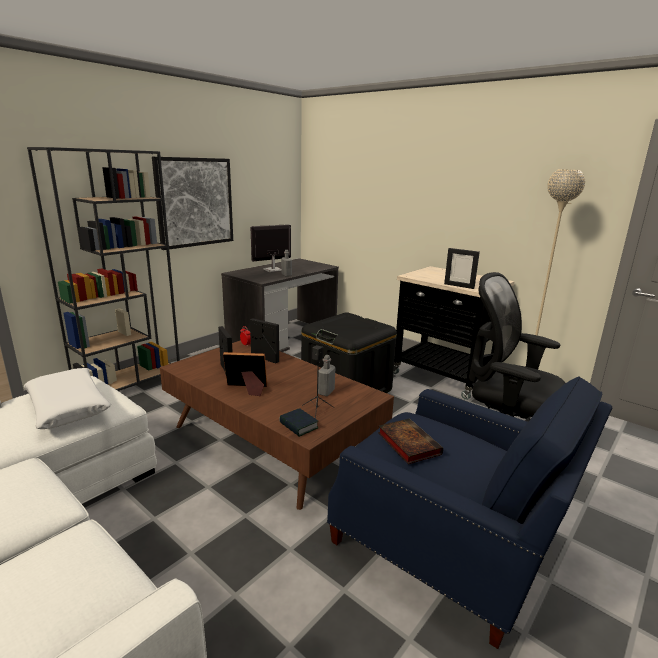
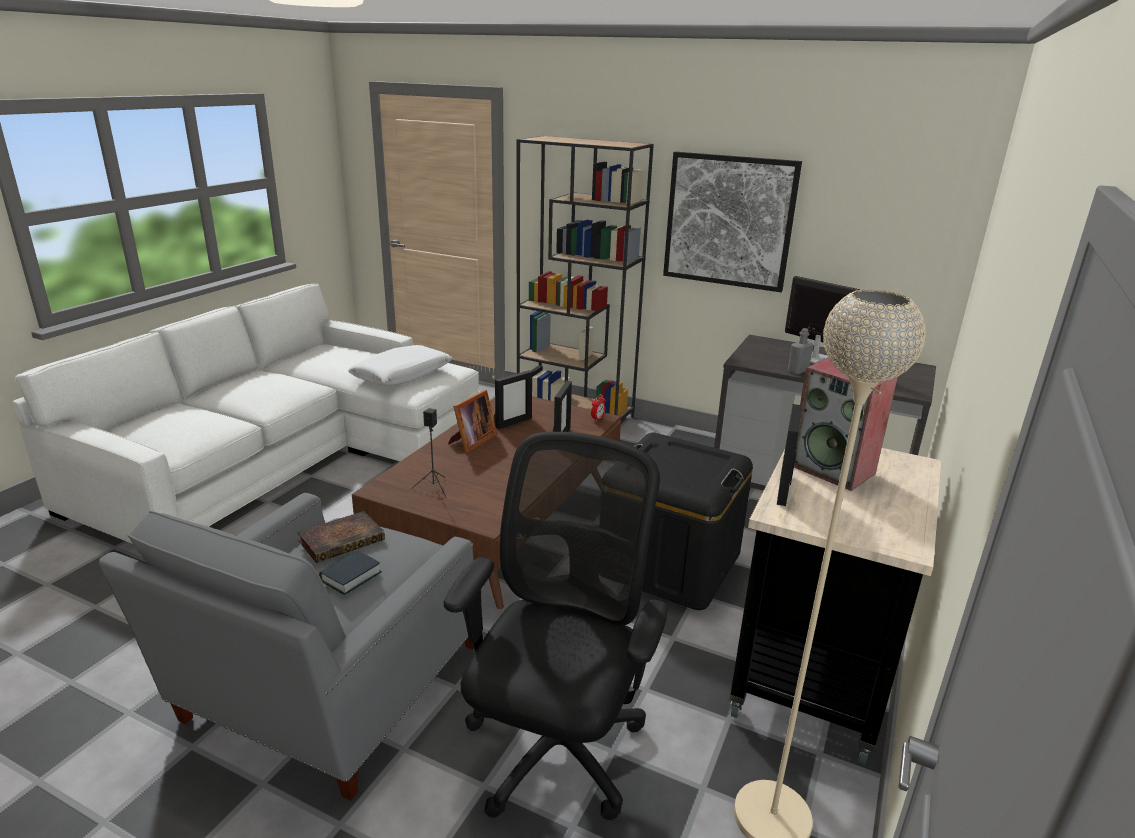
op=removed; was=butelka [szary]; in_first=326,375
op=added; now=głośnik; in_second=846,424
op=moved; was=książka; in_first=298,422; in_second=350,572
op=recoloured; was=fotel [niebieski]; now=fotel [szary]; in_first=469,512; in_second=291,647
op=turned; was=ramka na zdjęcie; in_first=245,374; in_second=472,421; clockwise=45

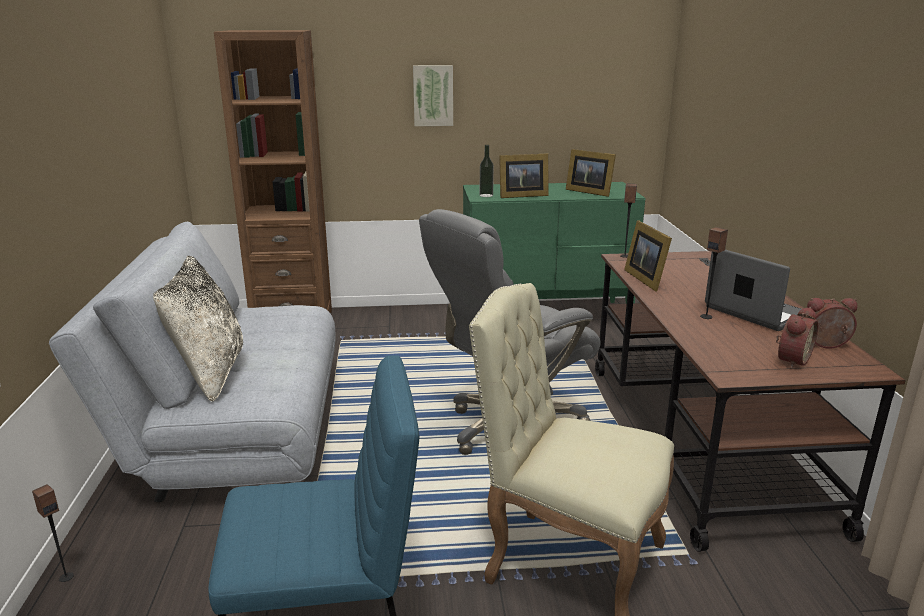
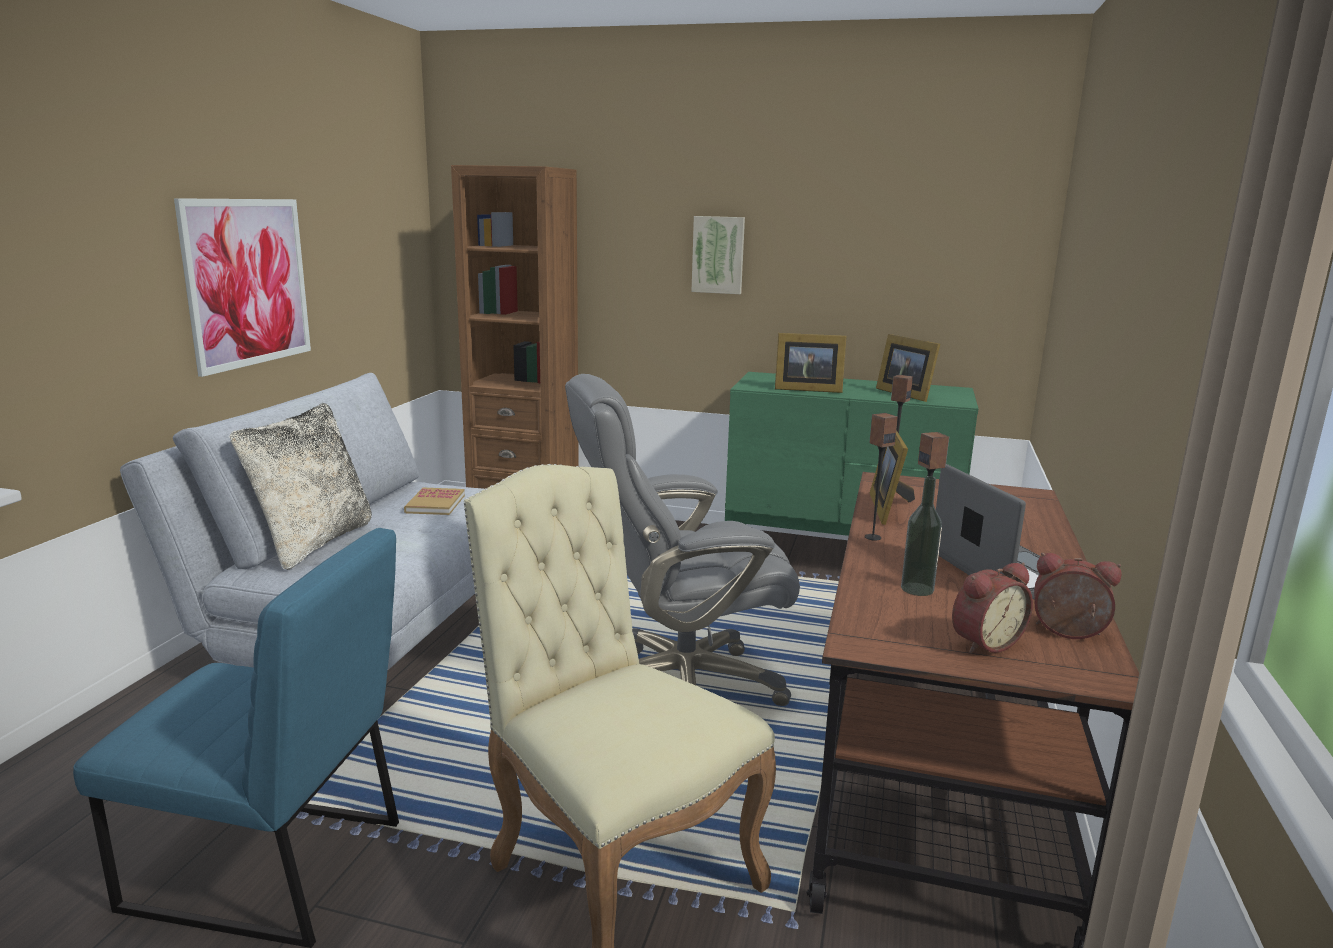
op=added; now=obraz; in_second=242,287
op=added; now=książka; in_second=434,501
op=moved; was=głośnik; in_first=53,533; in_second=881,477
op=moved; was=butelka; in_first=486,171; in_second=921,536

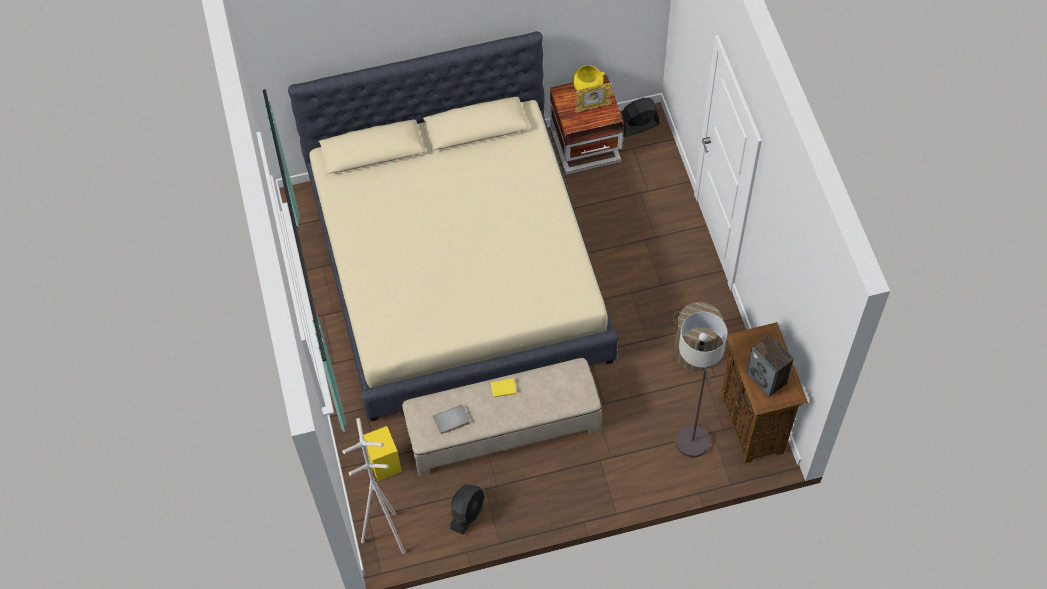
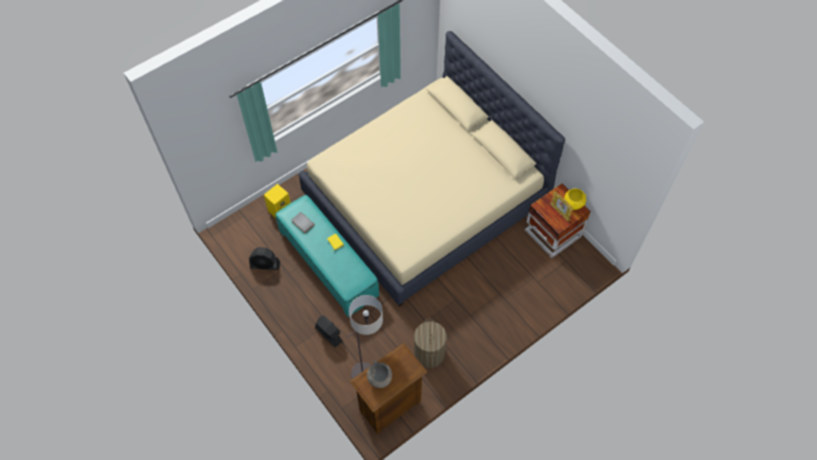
op=removed; was=wieszak [szary]; in_first=373,486
op=moved; was=wentylator [czarny]; in_first=640,117; in_second=328,331
op=replaced; was=głośnik; now=miska [szary]; in_first=770,366; in_second=379,374
op=recoloured; was=ławka [beżowy]; now=ławka [turkusowy]; in_first=502,417; in_second=327,256

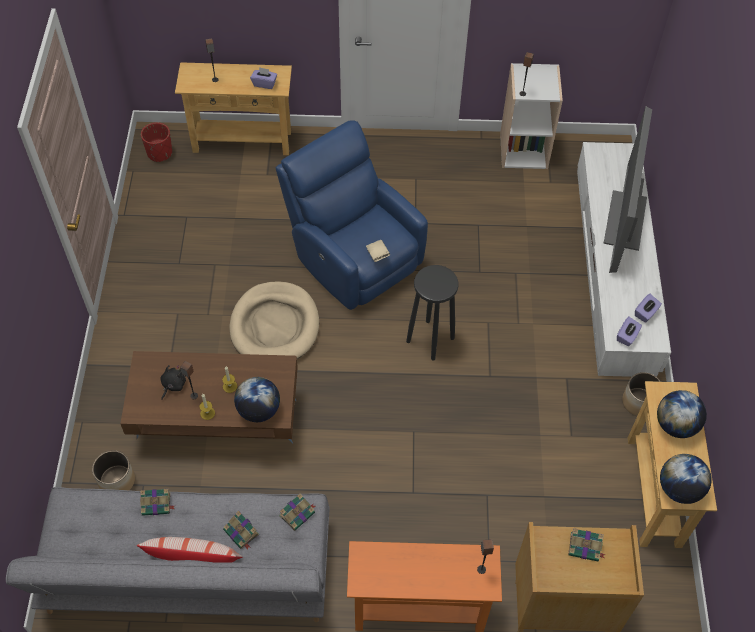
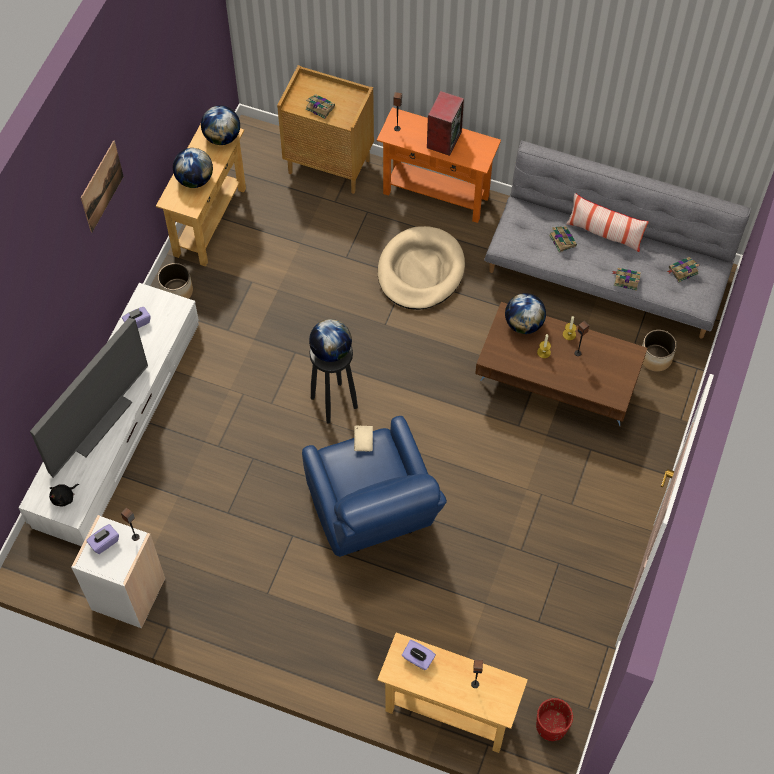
op=added; now=obraz; in_second=102,186
op=added; now=globus; in_second=330,340
op=added; now=głośnik; in_second=445,123
op=moved; was=pluszak [czarny]; in_first=173,382; in_second=64,495
op=moved; was=legowisko [beżowy]; in_first=274,320; in_second=421,268
op=moved; was=książka; in_first=297,511; in_second=683,269
op=moved; was=pudełko chusteczek [fioletowy]; in_first=629,331; in_second=102,539

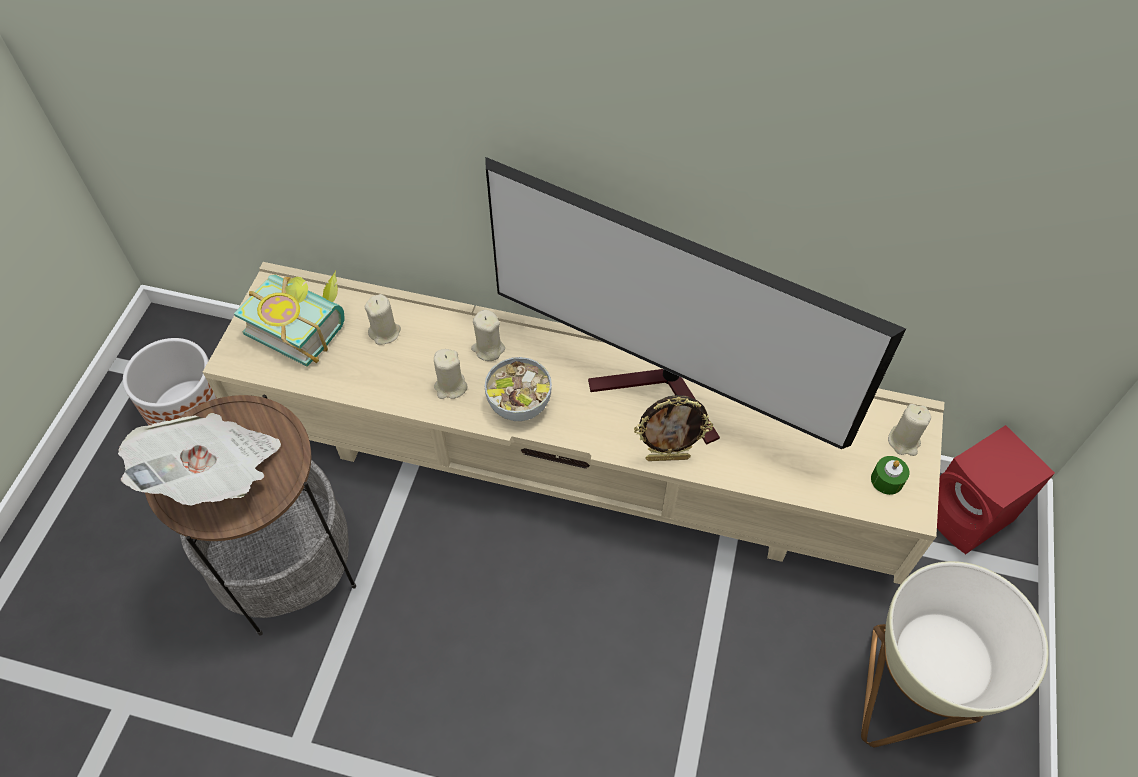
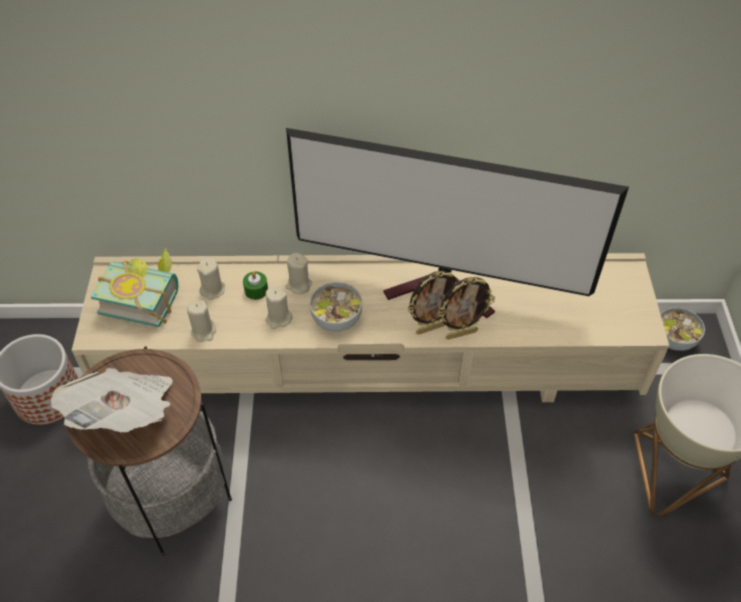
op=added; now=ramka na zdjęcie; in_second=432,303
op=moved; was=świeca [zielony]; in_first=890,475; in_second=255,286
op=moved; was=świeca [beżowy]; in_first=909,430; in_second=201,321
op=replaced; was=głośnik [czerwony]; now=miska; in_first=996,489; in_second=683,329

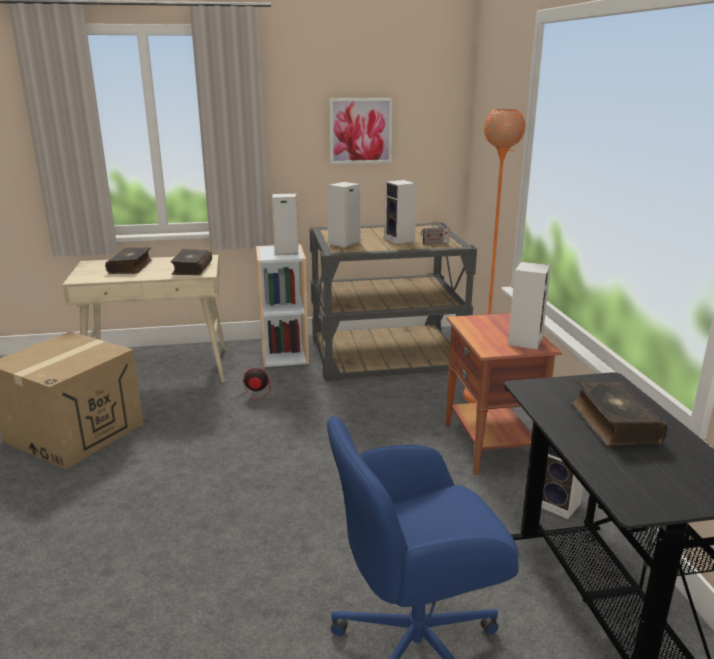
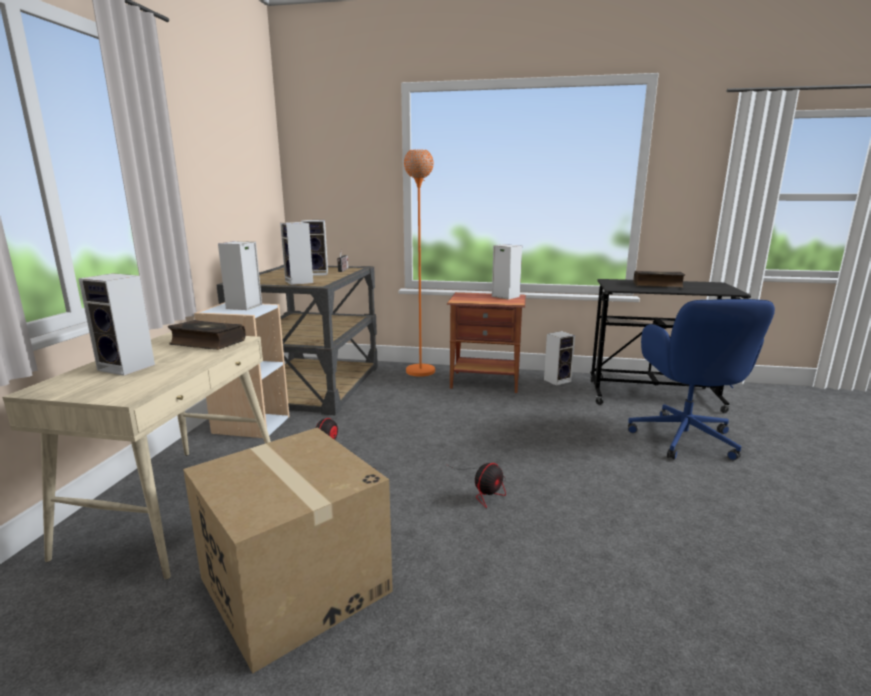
op=removed; was=obraz; in_first=361,131
op=added; now=wentylator; in_second=476,485
op=replaced; was=książka; now=głośnik; in_first=128,260; in_second=116,324

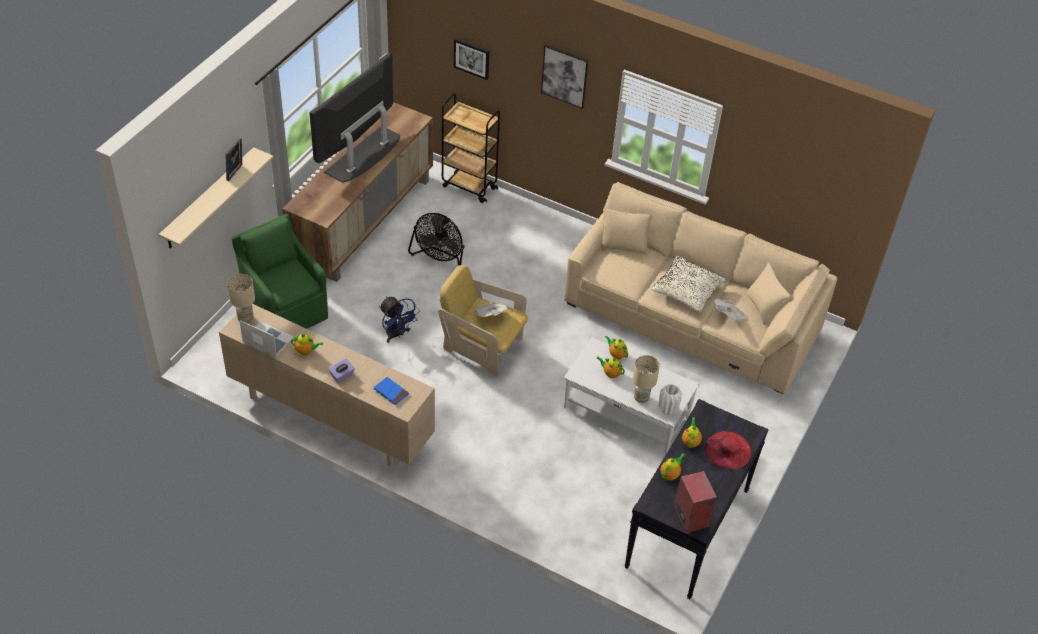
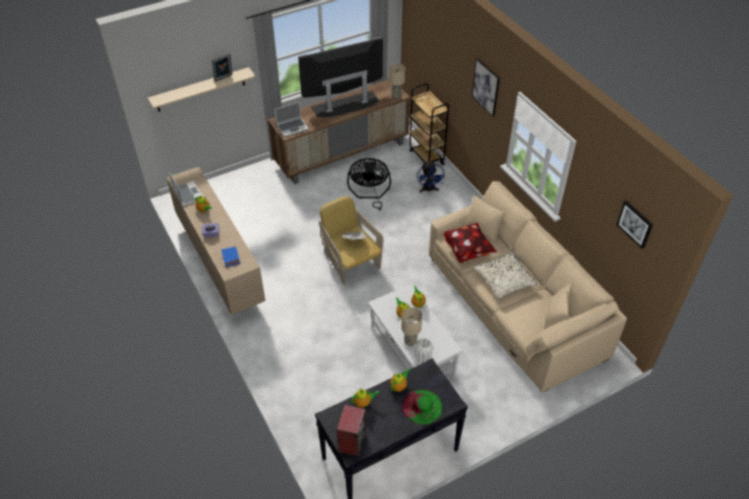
op=removed; was=fotel [zielony]; in_first=280,271
op=removed; was=gazeta; in_first=730,310
op=added; now=laptop; in_second=292,119
op=added; now=poduszka; in_second=470,243
op=moved; was=lampa stołowa [beżowy]; in_first=241,298; in_second=397,81
op=moved; was=wentylator [niebieski]; in_first=399,319; in_second=431,176
op=moved; was=obraz; in_first=471,59; in_second=634,225
op=recoloured; was=kapelusz [czerwony]; now=kapelusz [zielony]; in_first=728,450; in_second=422,407
op=turned; was=wentylator [czarny]; in_first=436,239; in_second=369,184; clockwise=120

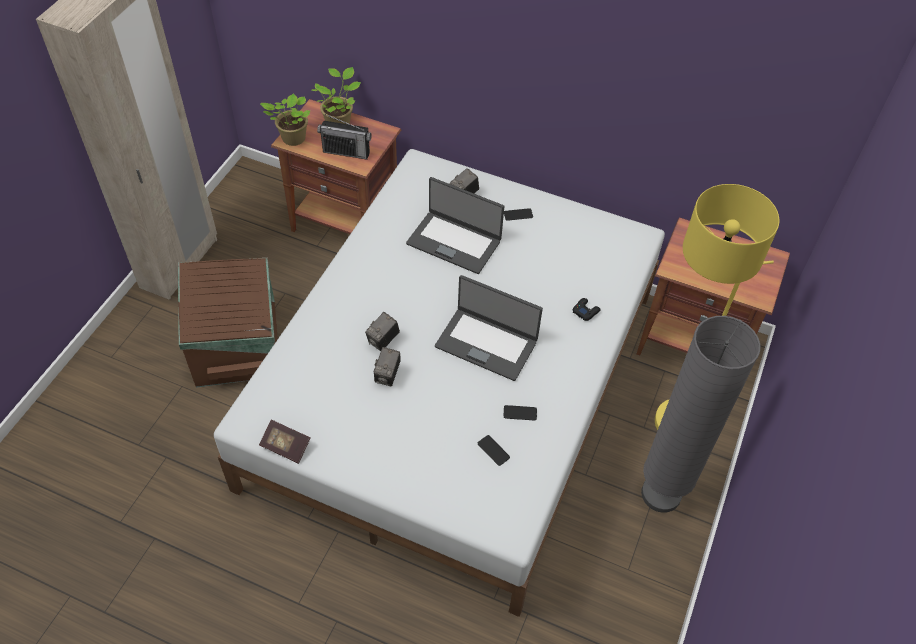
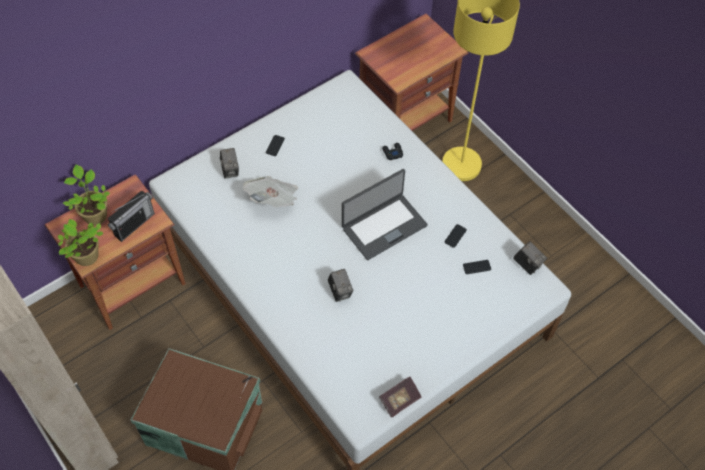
op=removed; was=lampa stojąca [szary]; in_first=700,414
op=moved; was=aparat fotograficzny; in_first=387,367; in_second=530,258
op=replaced; was=laptop; now=gazeta; in_first=455,225; in_second=270,192

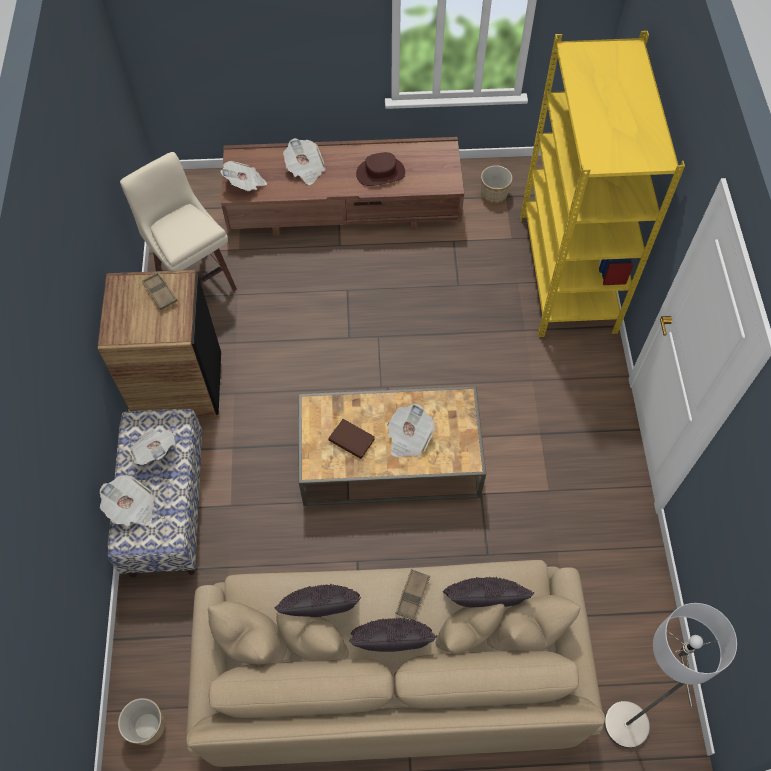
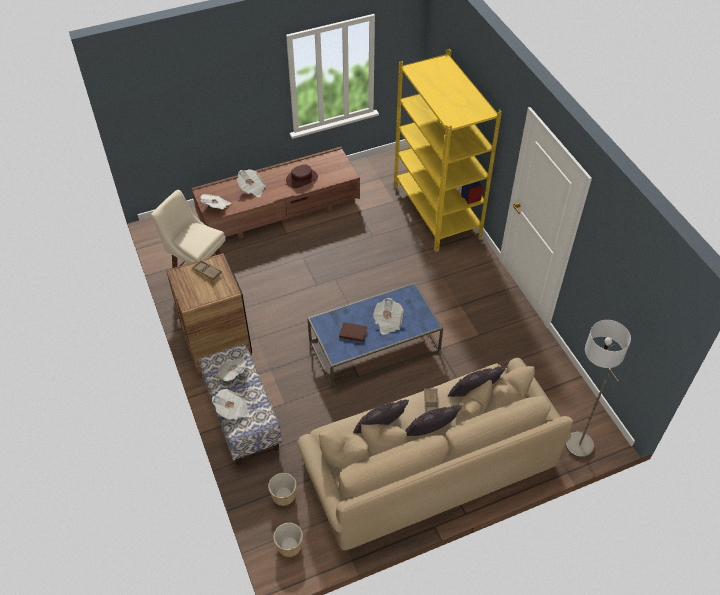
op=moved; was=donica; in_first=496,184; in_second=282,489
op=recoloured; was=ława [brązowy]; now=ława [niebieski]; in_first=392,446; in_second=375,335

